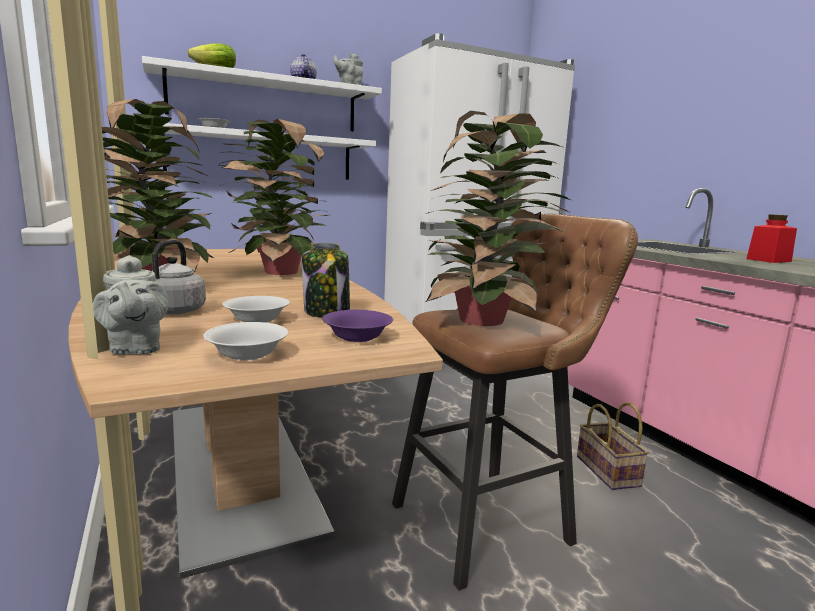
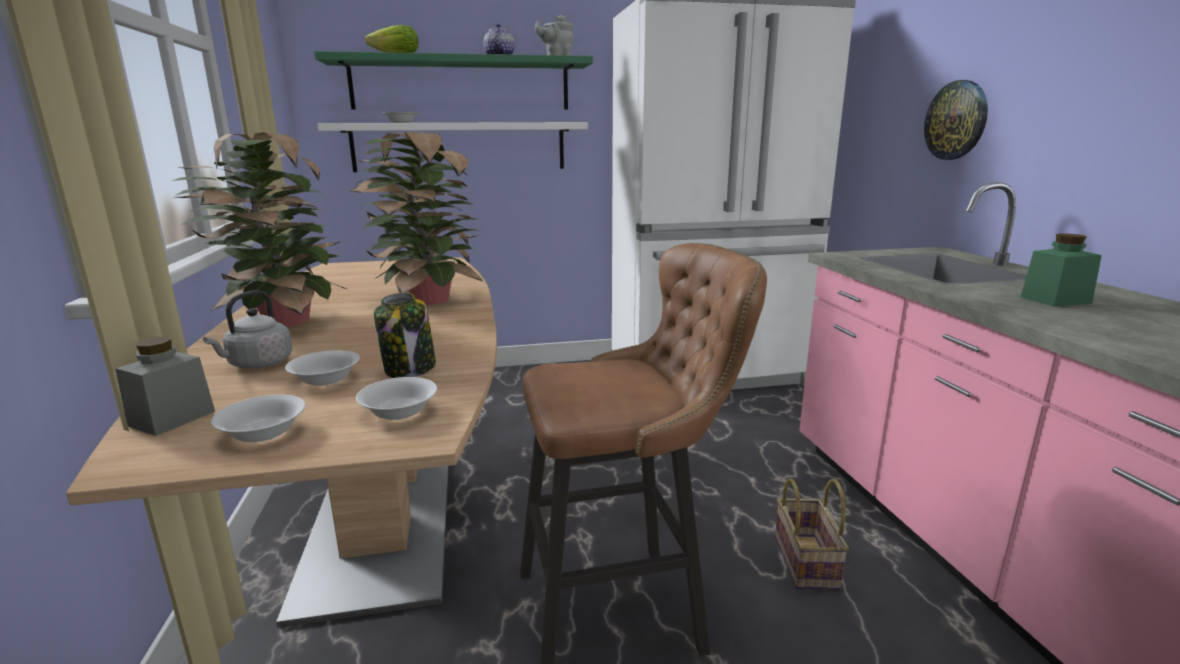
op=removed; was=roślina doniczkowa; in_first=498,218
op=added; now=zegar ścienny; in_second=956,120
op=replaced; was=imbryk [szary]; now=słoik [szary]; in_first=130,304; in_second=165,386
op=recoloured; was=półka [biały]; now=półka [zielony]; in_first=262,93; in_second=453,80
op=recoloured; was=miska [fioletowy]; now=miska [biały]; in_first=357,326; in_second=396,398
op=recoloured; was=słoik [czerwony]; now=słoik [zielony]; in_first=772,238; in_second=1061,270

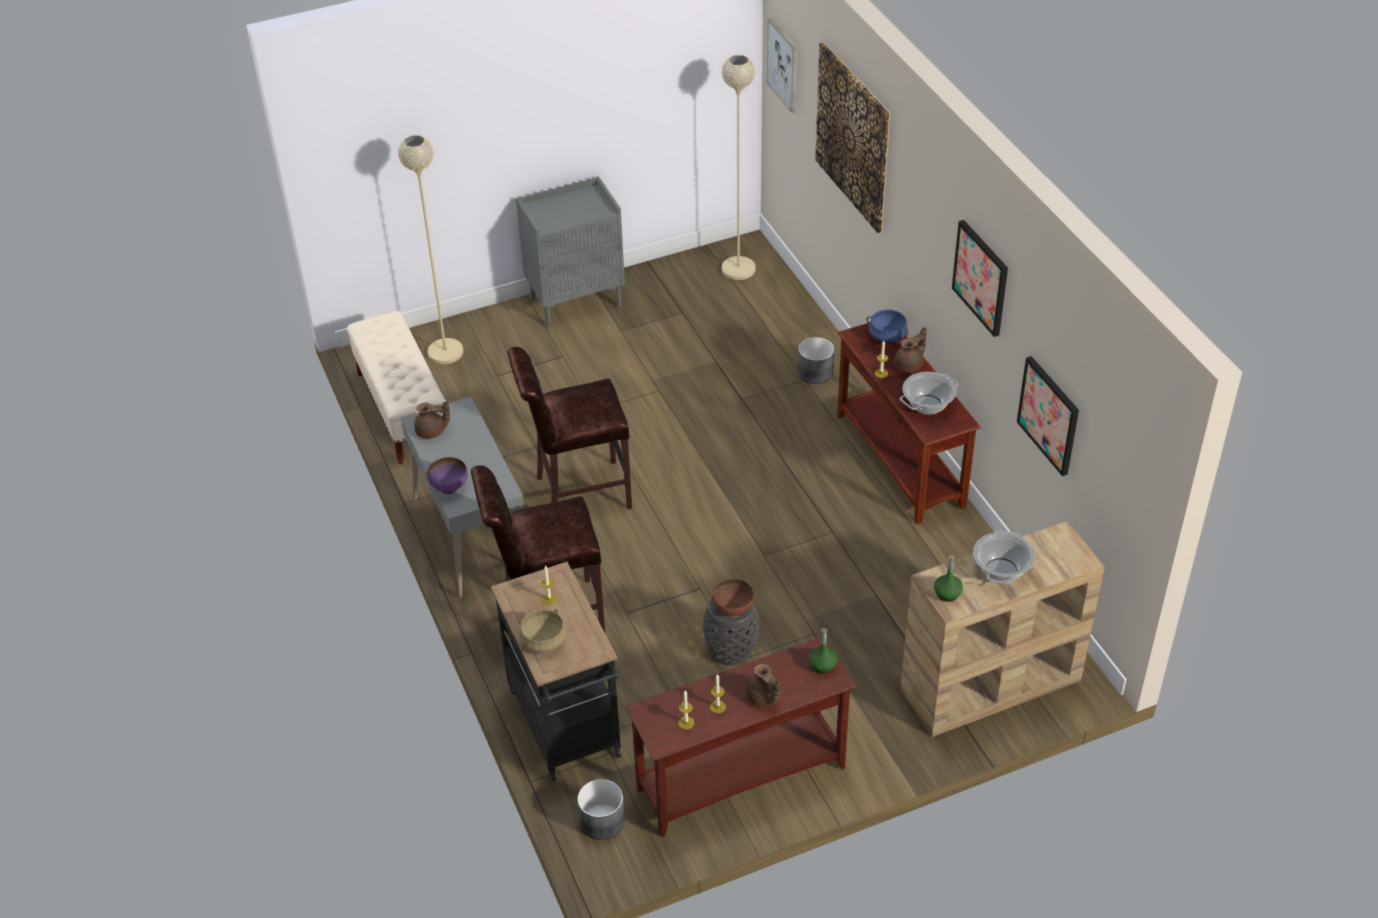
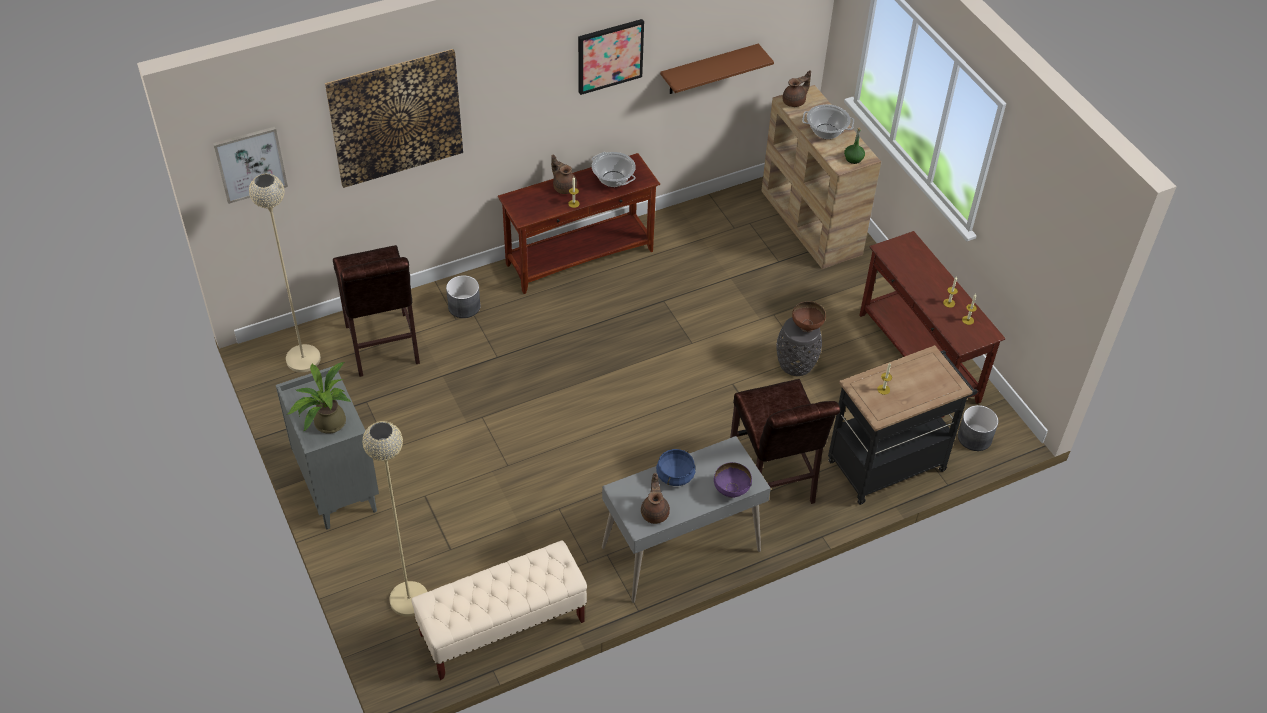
op=removed; was=garnek [beżowy]; in_first=542,631
op=removed; was=butelka [zielony]; in_first=823,650
op=added; now=roślina doniczkowa; in_second=319,398
op=moved; was=stołek [brązowy]; in_first=569,428; in_second=376,311
op=moved; was=imbryk [brązowy]; in_first=763,685; in_second=797,88
op=moved; was=garnek [niebieski]; in_first=888,326; in_second=675,467
op=replaced; was=obraz; now=półka [brązowy]; in_first=1048,416; in_second=717,69

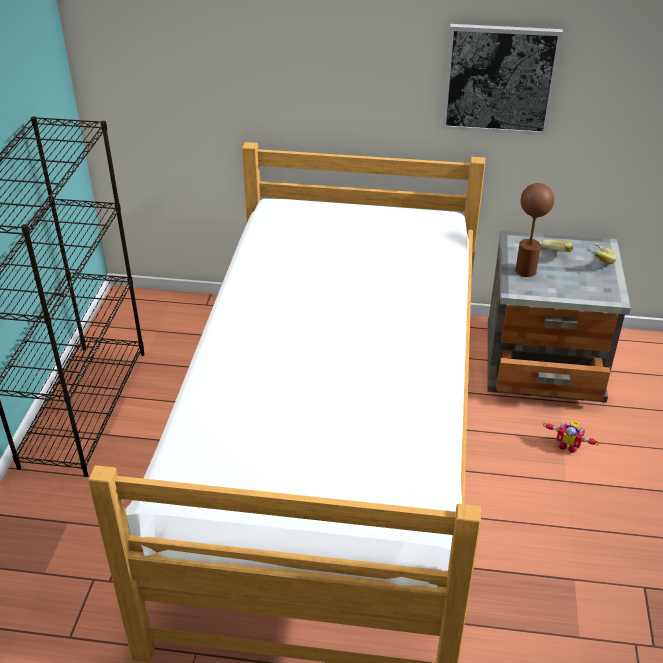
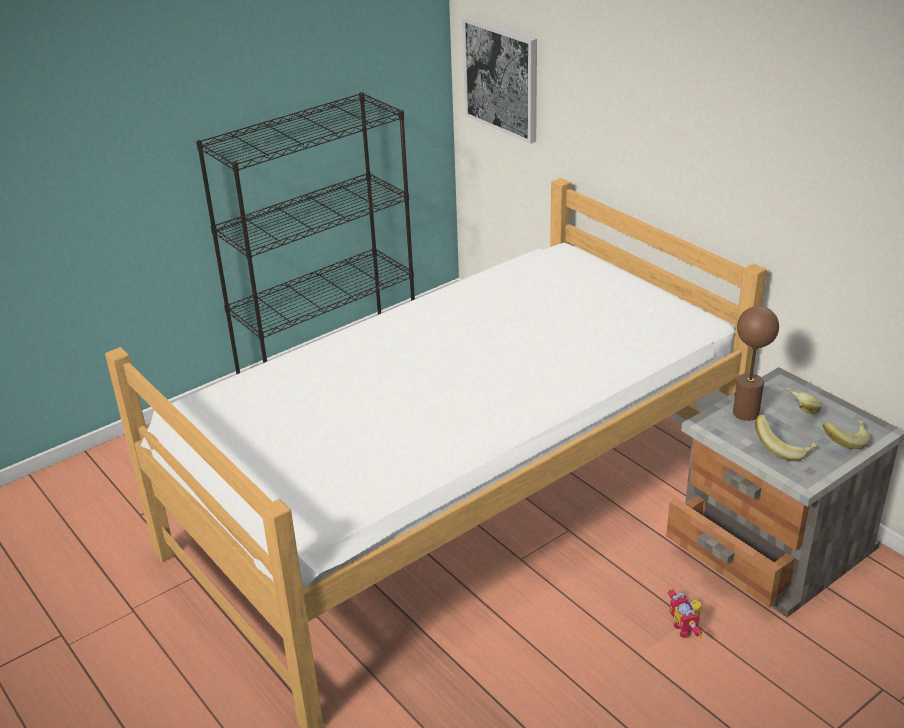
op=added; now=banan; in_second=785,438
op=moved; was=obraz; in_first=502,79; in_second=499,80

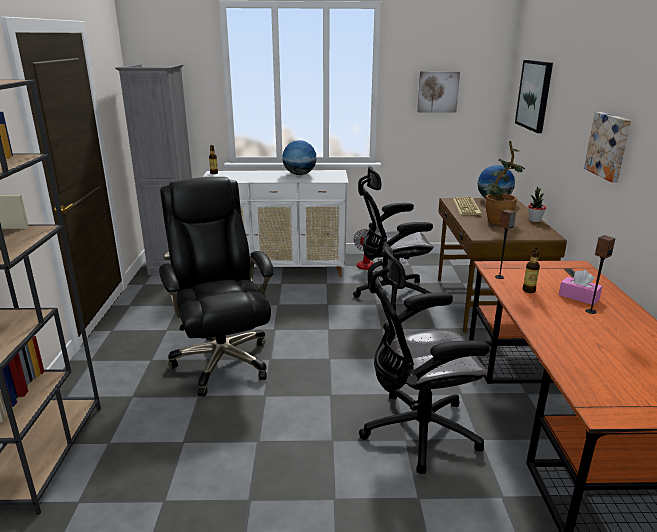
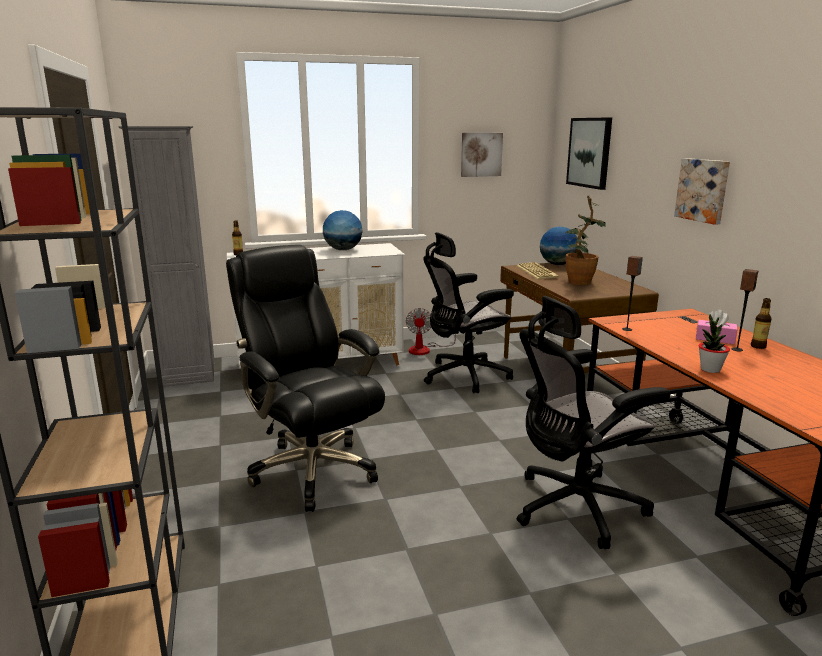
op=moved; was=butelka; in_first=531,270; in_second=761,323
op=moved; was=roślina doniczkowa; in_first=537,204; in_second=714,343

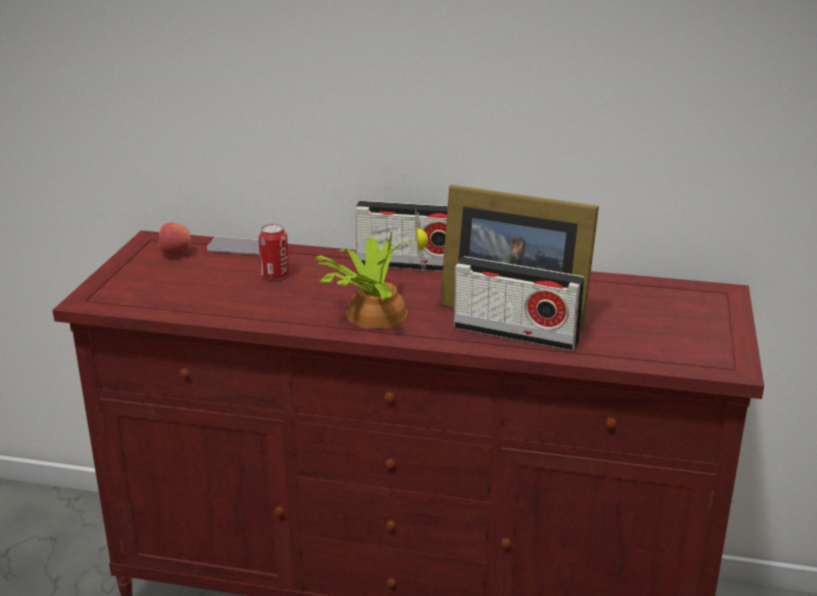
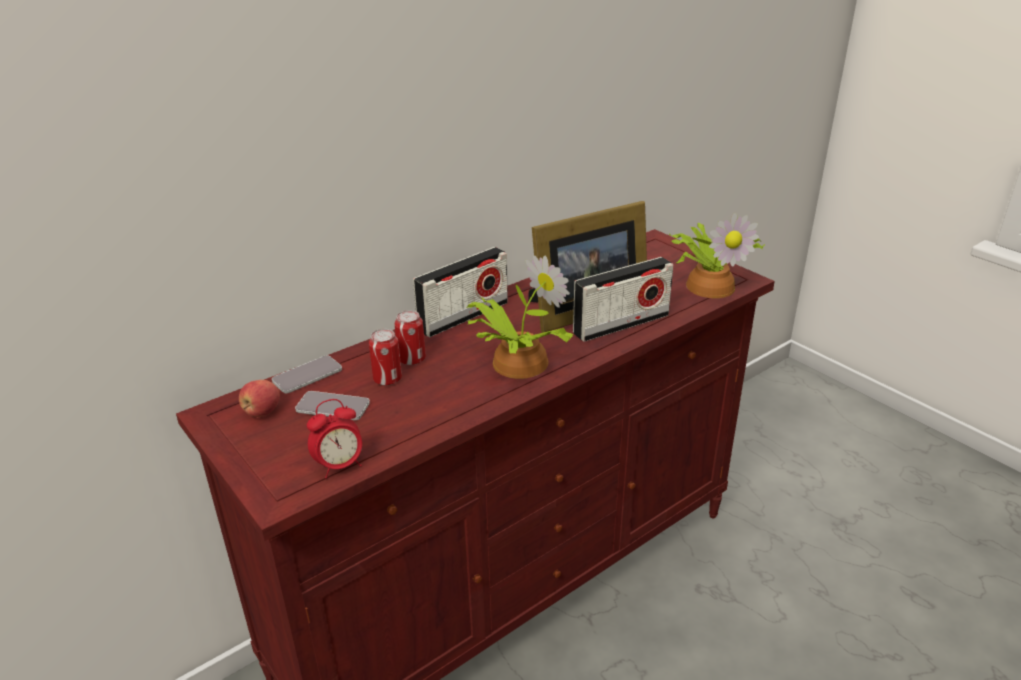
op=added; now=telefon; in_second=332,405
op=added; now=budzik; in_second=334,438
op=added; now=puszka; in_second=410,337
op=added; now=roślina doniczkowa; in_second=717,255

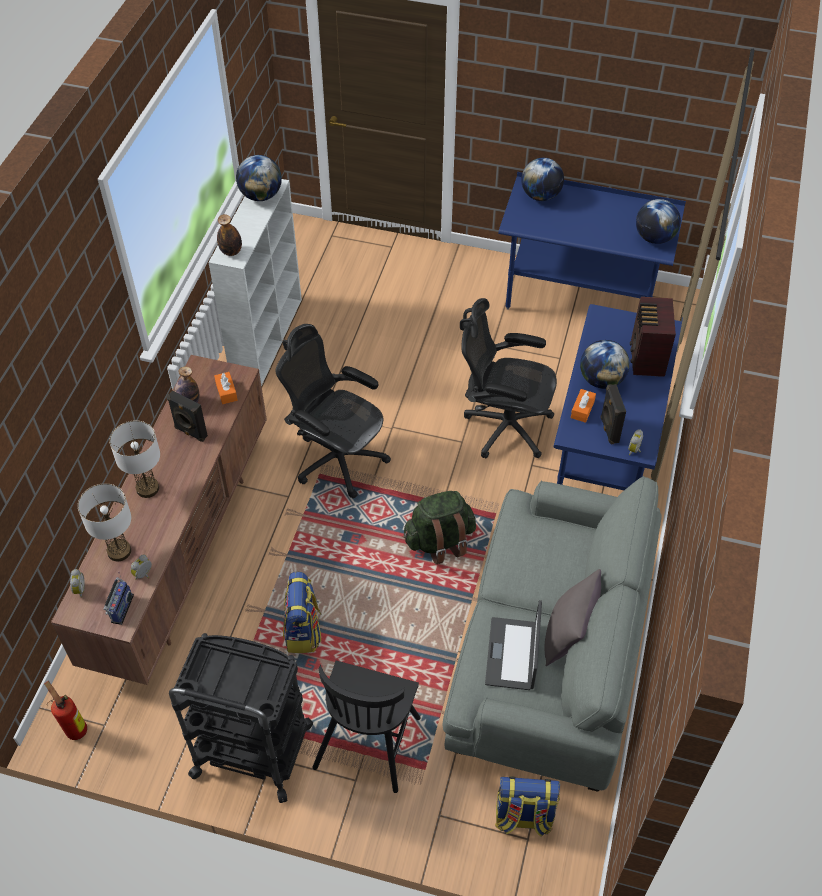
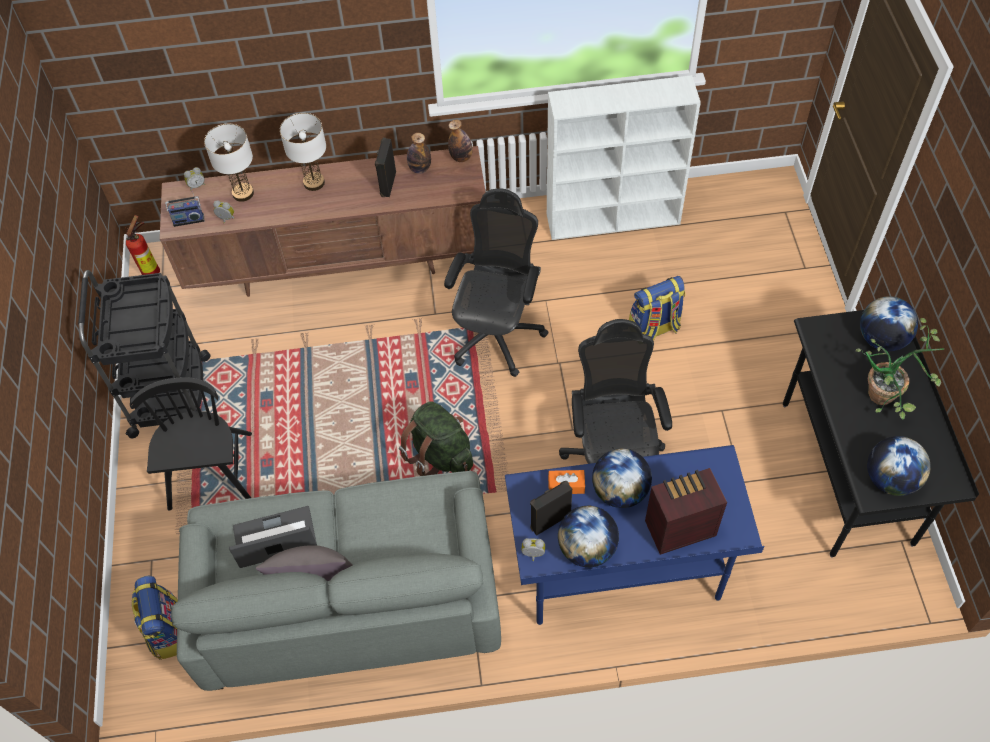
op=removed; was=pudełko chusteczek [pomarańczowy]; in_first=226,388
op=added; now=roślina doniczkowa; in_second=899,368
op=moved; was=butelka; in_first=229,235; in_second=460,140
op=moved; was=globus; in_first=259,178; in_second=588,536
op=moved; was=plecak; in_first=302,612; in_second=657,308
op=recoloured; was=biurko [niebieski]; now=biurko [czarny]; in_first=592,241; in_second=881,434
op=turned; was=krzesło [czarny]; in_first=366,727; in_second=191,444; clockwise=90

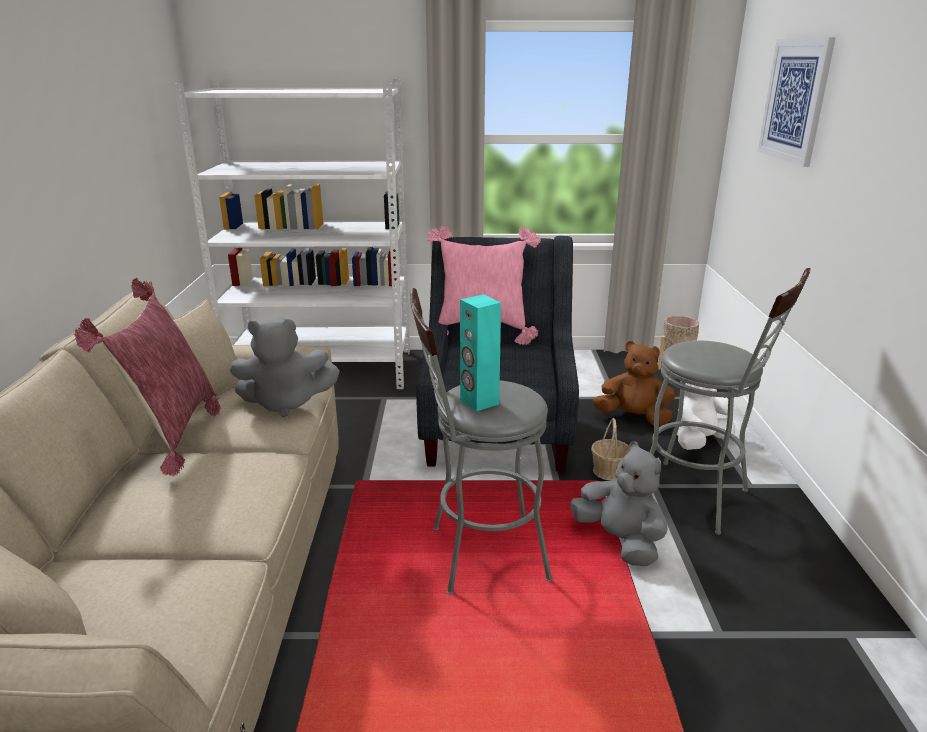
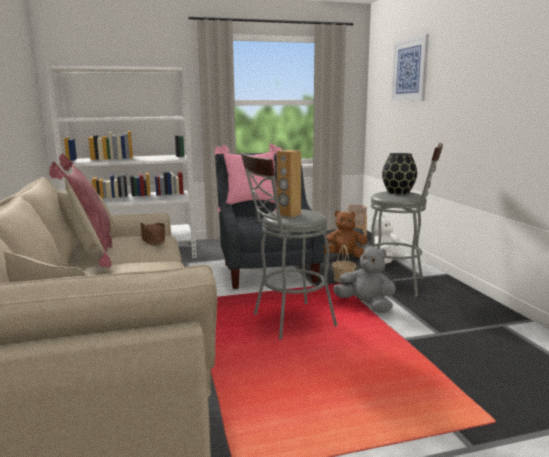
op=added; now=wazon [czarny]; in_second=399,173
op=replaced; was=pluszak [szary]; now=kapelusz [brązowy]; in_first=285,366; in_second=153,234
op=recoloured; was=głośnik [turkusowy]; now=głośnik [brązowy]; in_first=480,352; in_second=289,183

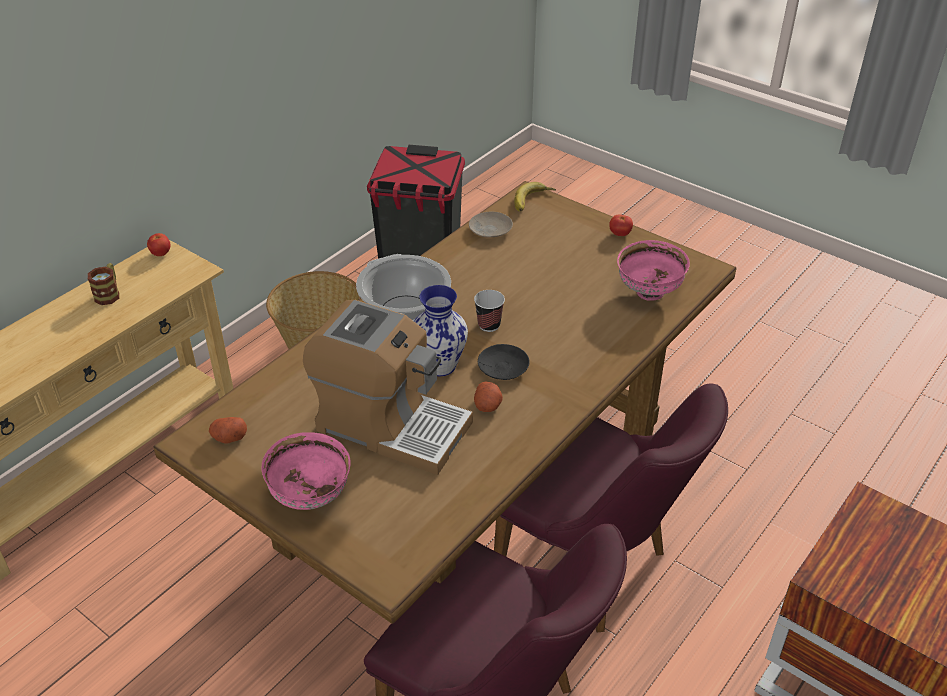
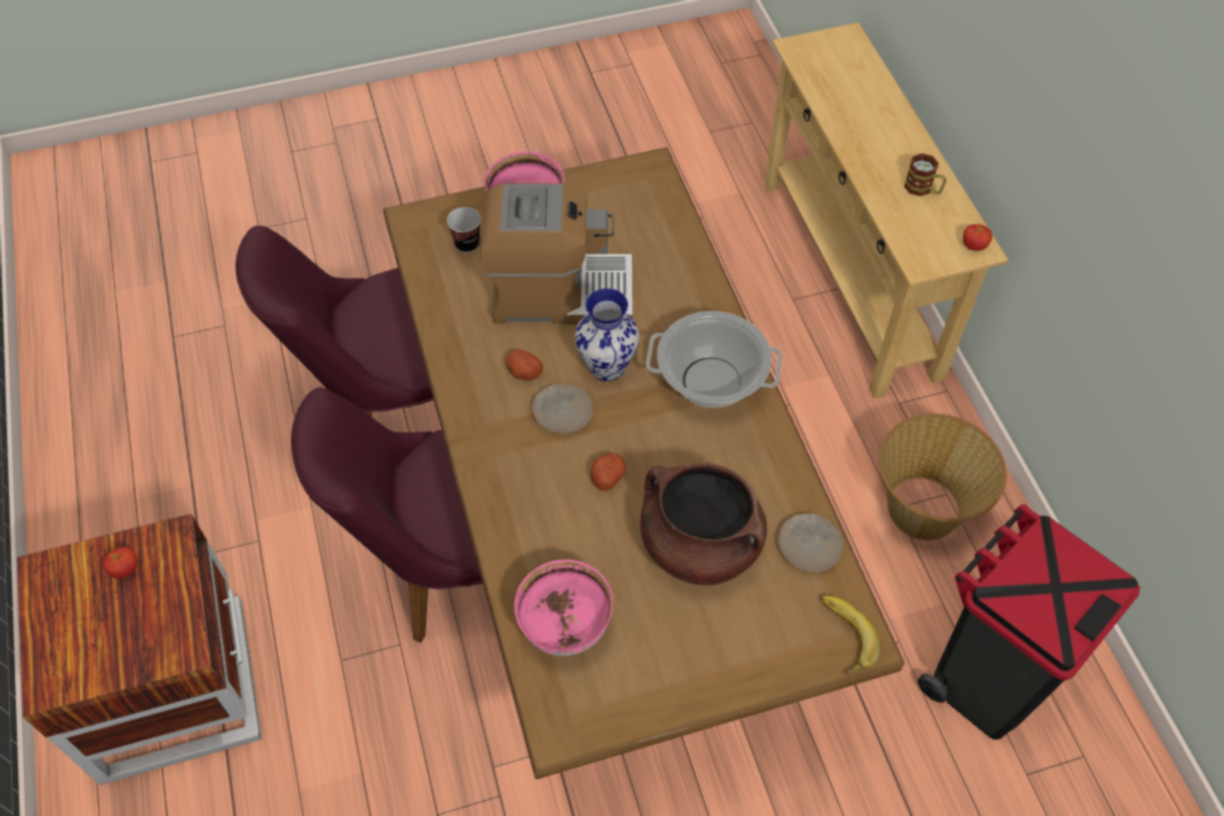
op=added; now=garnek [brązowy]; in_second=703,524
op=moved; was=ziemniak; in_first=228,430; in_second=608,472
op=moved; was=filiżanka; in_first=489,311; in_second=464,230
op=moved; was=pomidor; in_first=621,225; in_second=120,563
op=recoloured; was=talerz [czarny]; now=talerz [beżowy]; in_first=504,362; in_second=562,408
op=turned; was=ekspres do kawy; in_first=388,387; in_second=556,254; clockwise=-150

